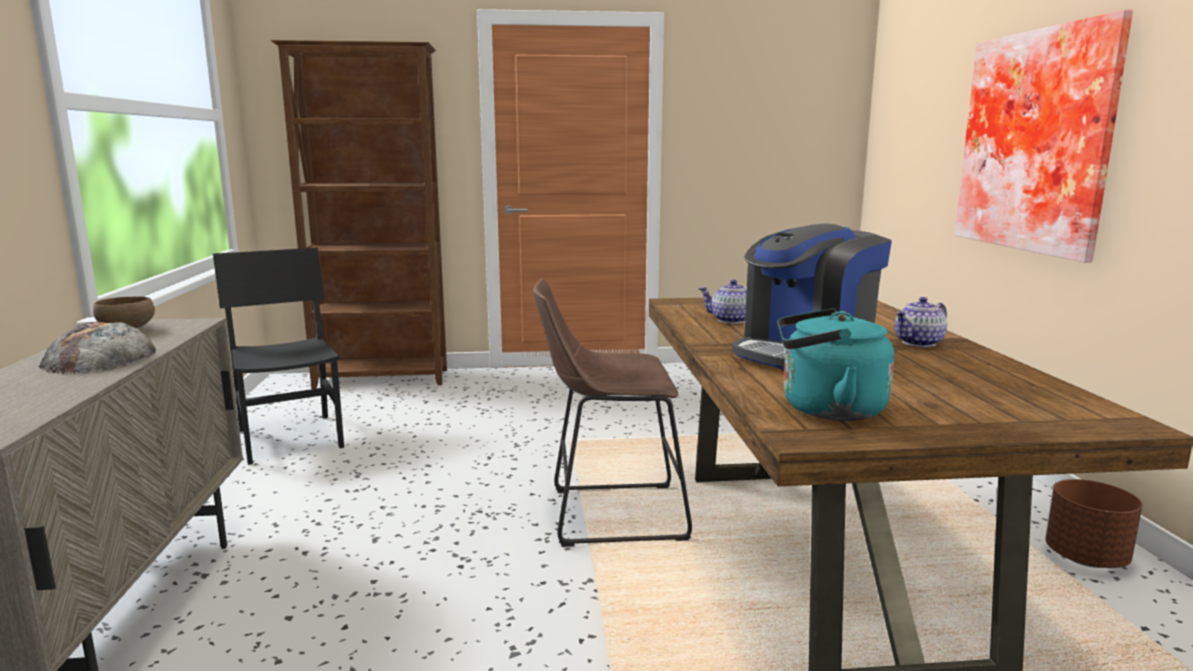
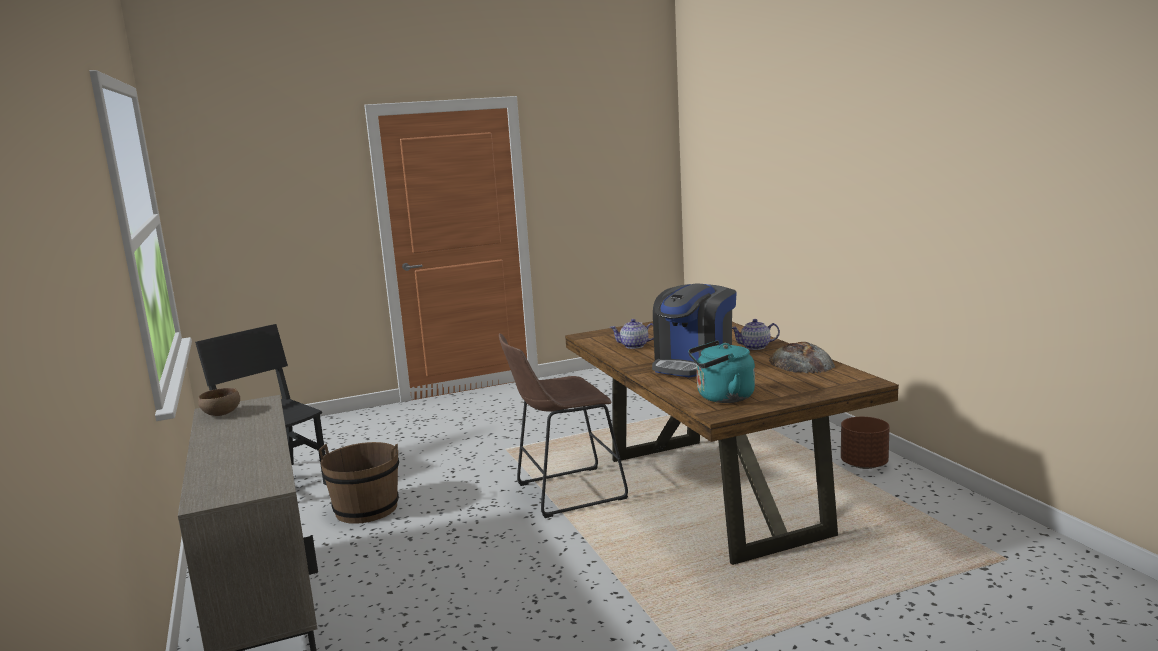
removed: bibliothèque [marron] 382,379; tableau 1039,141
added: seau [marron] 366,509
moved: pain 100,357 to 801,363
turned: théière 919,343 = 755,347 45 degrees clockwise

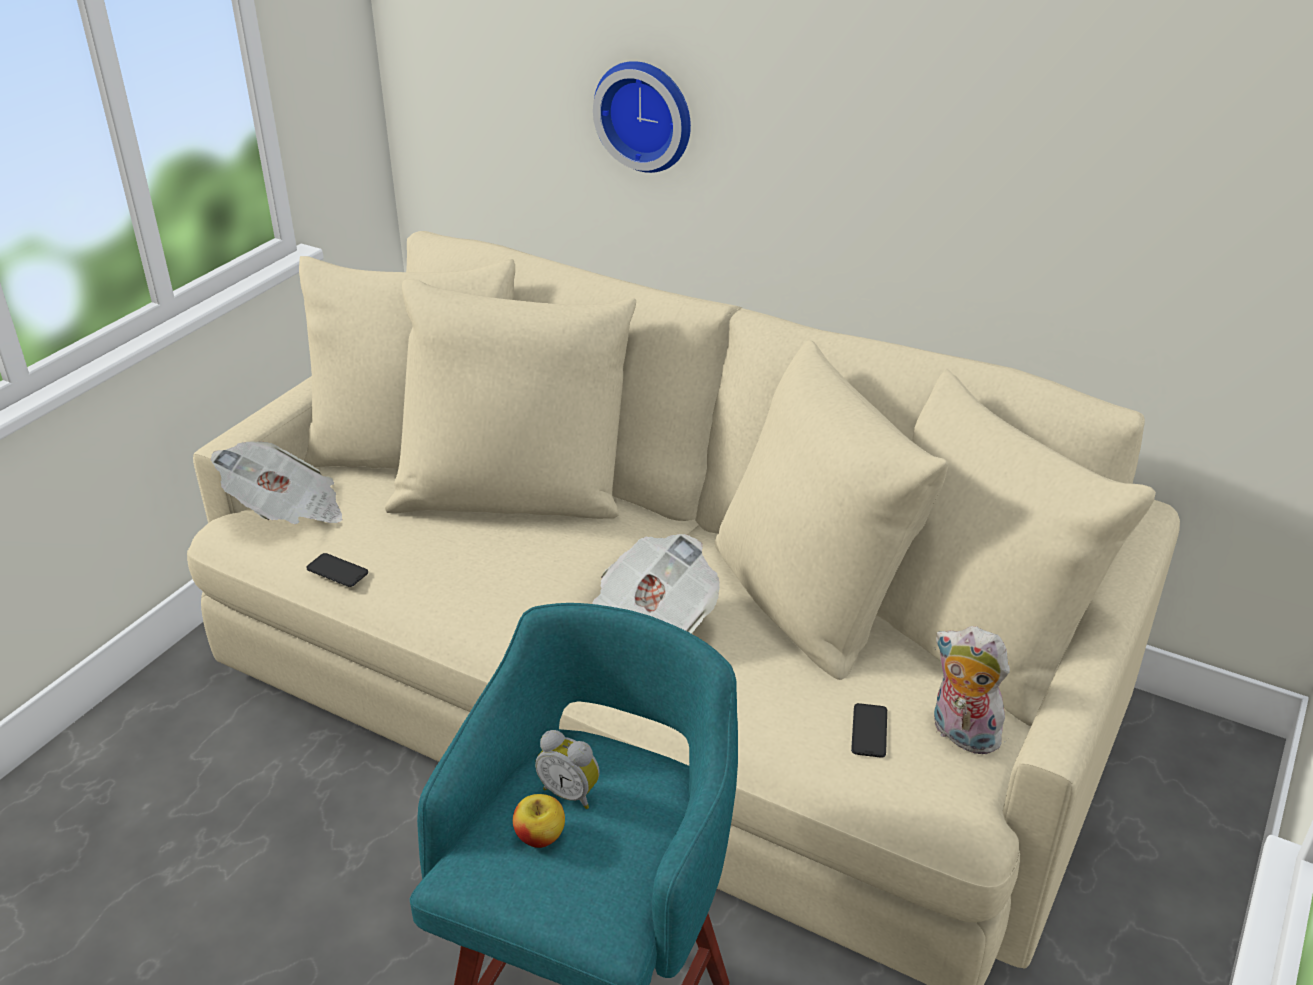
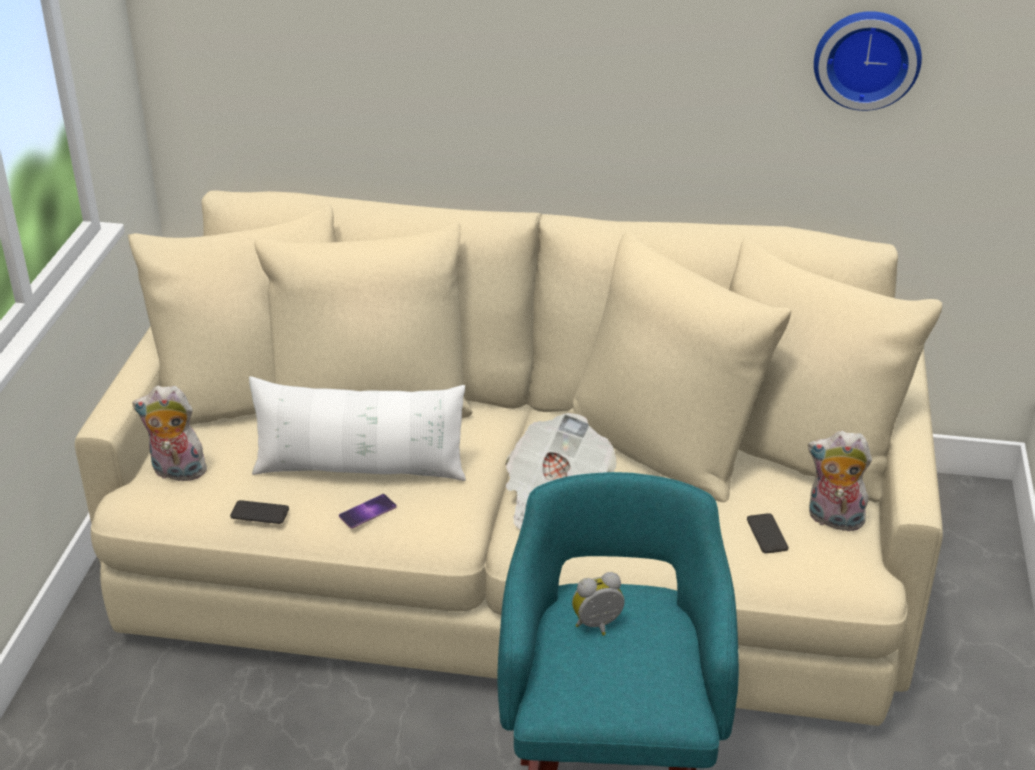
removed: pomme 540,836
added: coussin [blanc] 360,468; téléphone 367,511
moved: horloge murale 646,114 to 866,57
replaced: journal 286,511 to peluche 176,472
turned: réveil 571,792 = 598,626 150 degrees clockwise

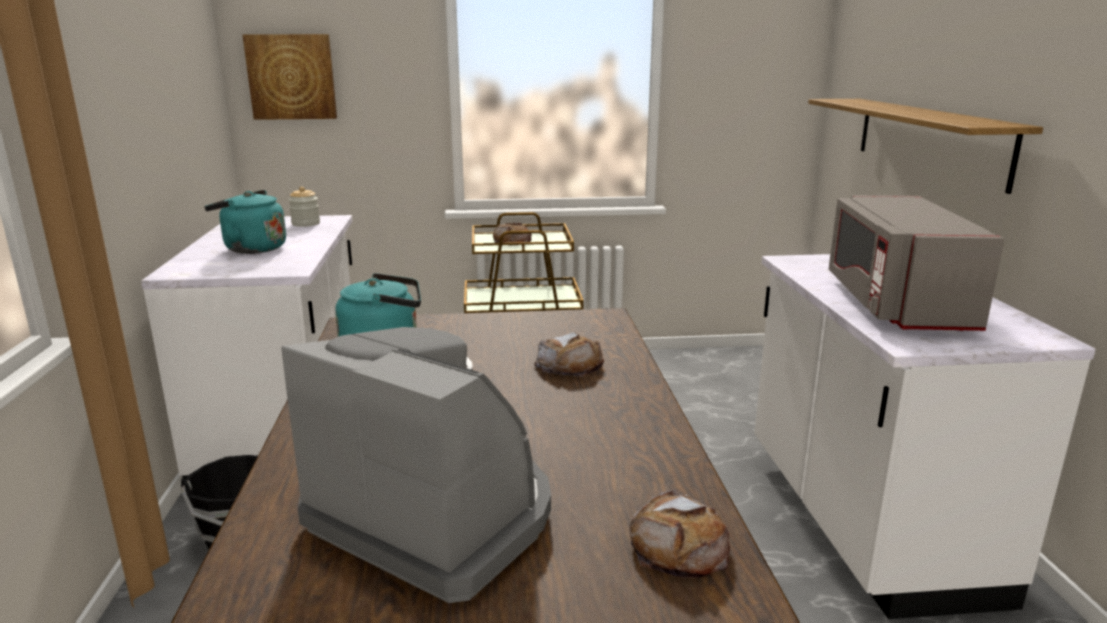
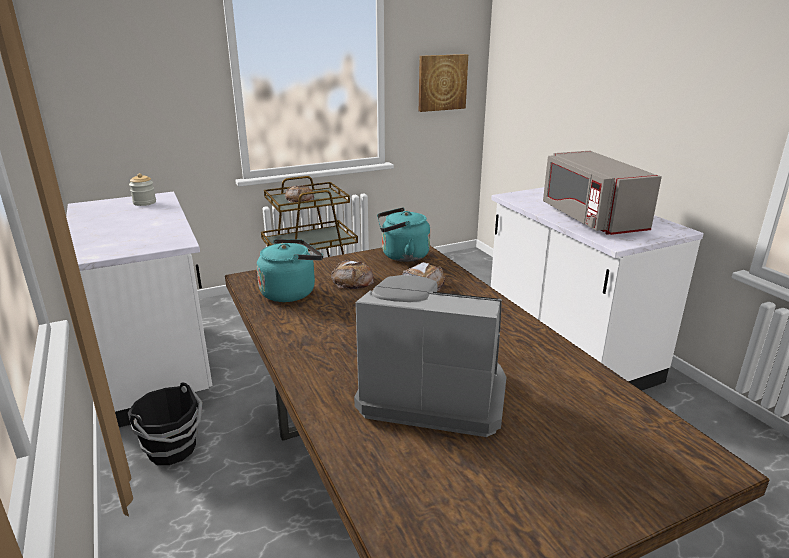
removed: étagère 929,139
moved: bouilloire [turquoise] 251,249 to 402,256; tableau 291,77 to 442,82; pain 679,546 to 352,280

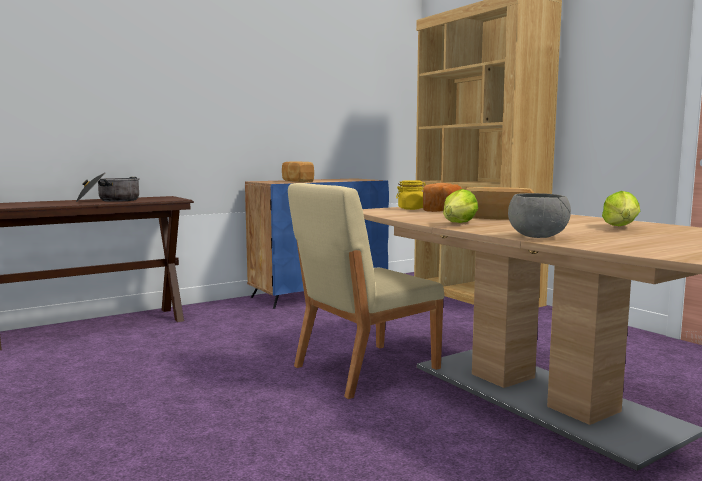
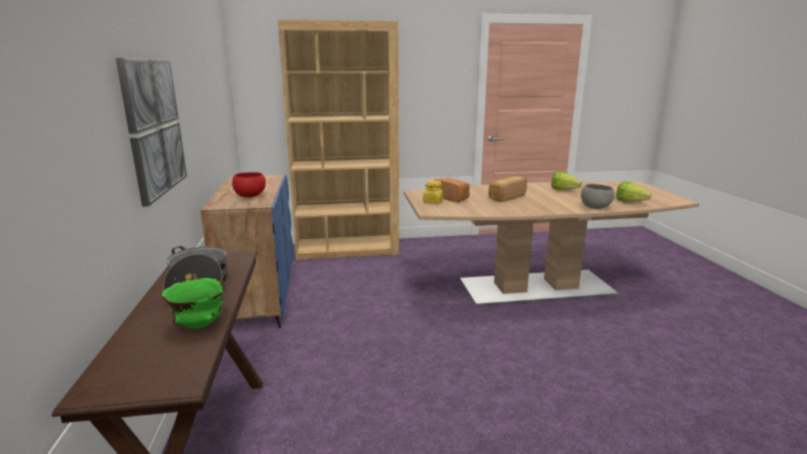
removed: chaise [beige] 363,369
added: tableau 154,127; bol [vert] 200,325
moved: laitue 455,224 to 632,203
replaced: pain 296,181 to bol [rouge] 250,196

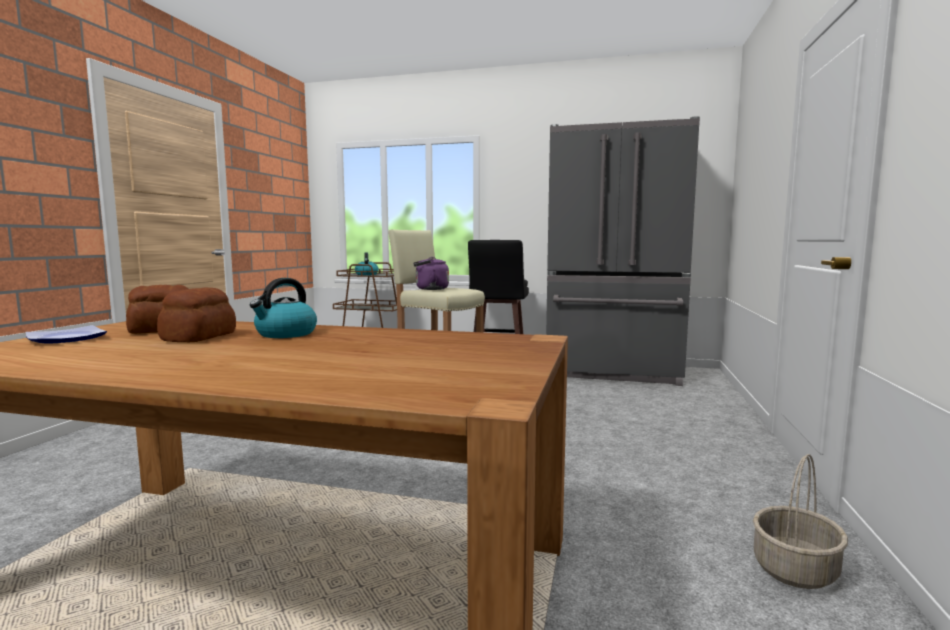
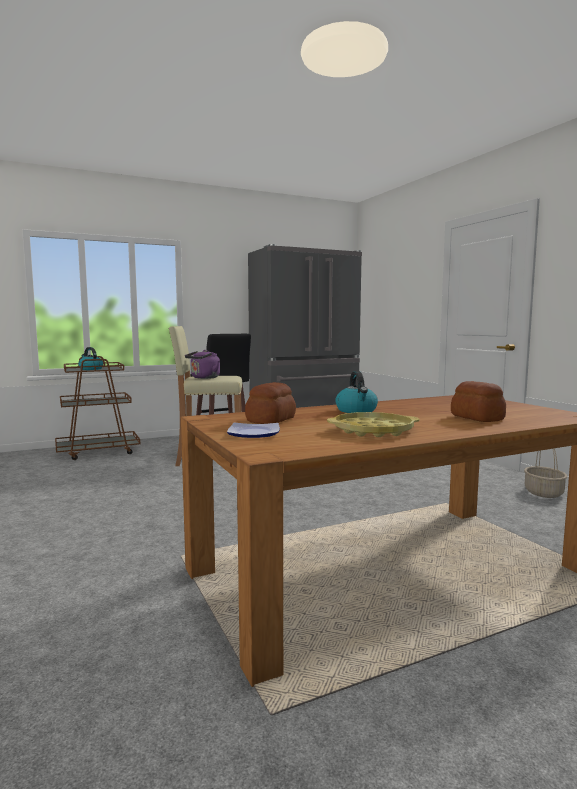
added: plateau [jaune] 373,431
moved: pain 200,337 to 477,418

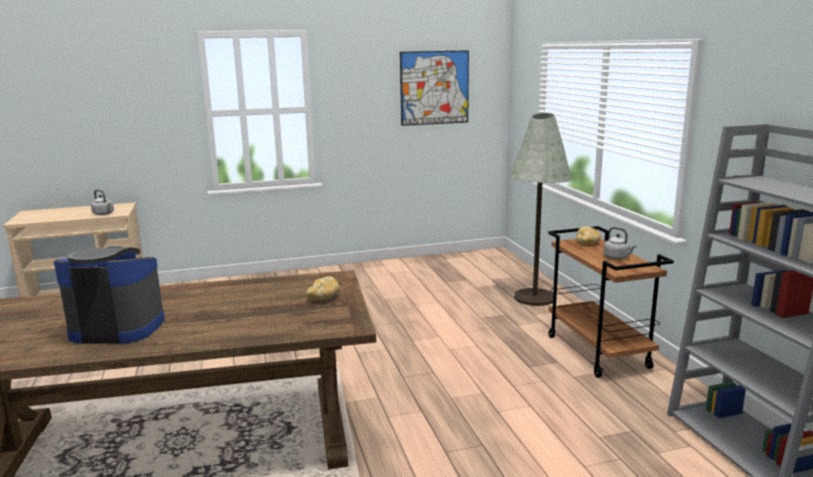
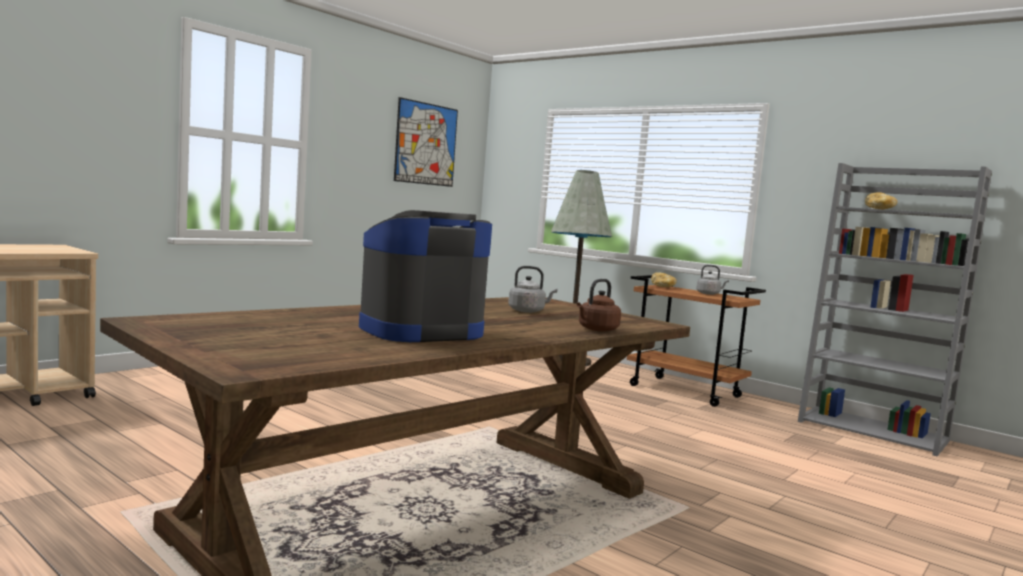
added: bouilloire [marron] 596,329
moved: bouilloire [gris] 104,214 to 528,311; pain 324,297 to 879,209

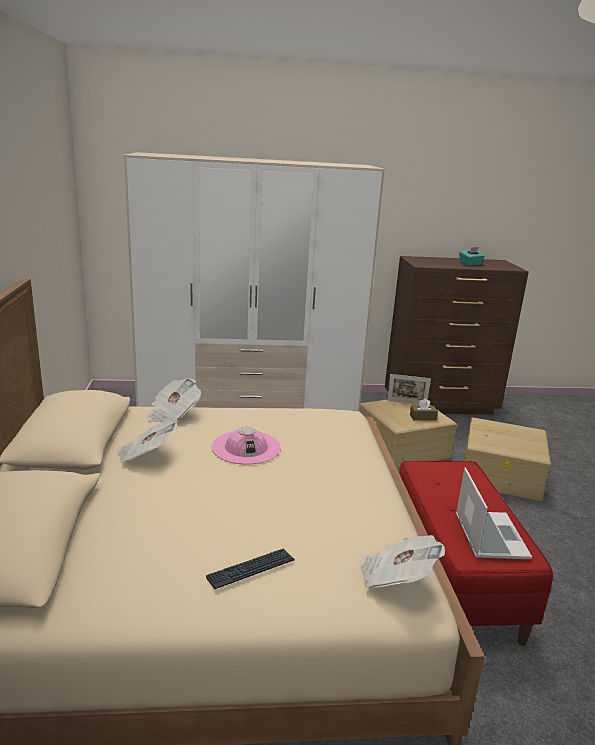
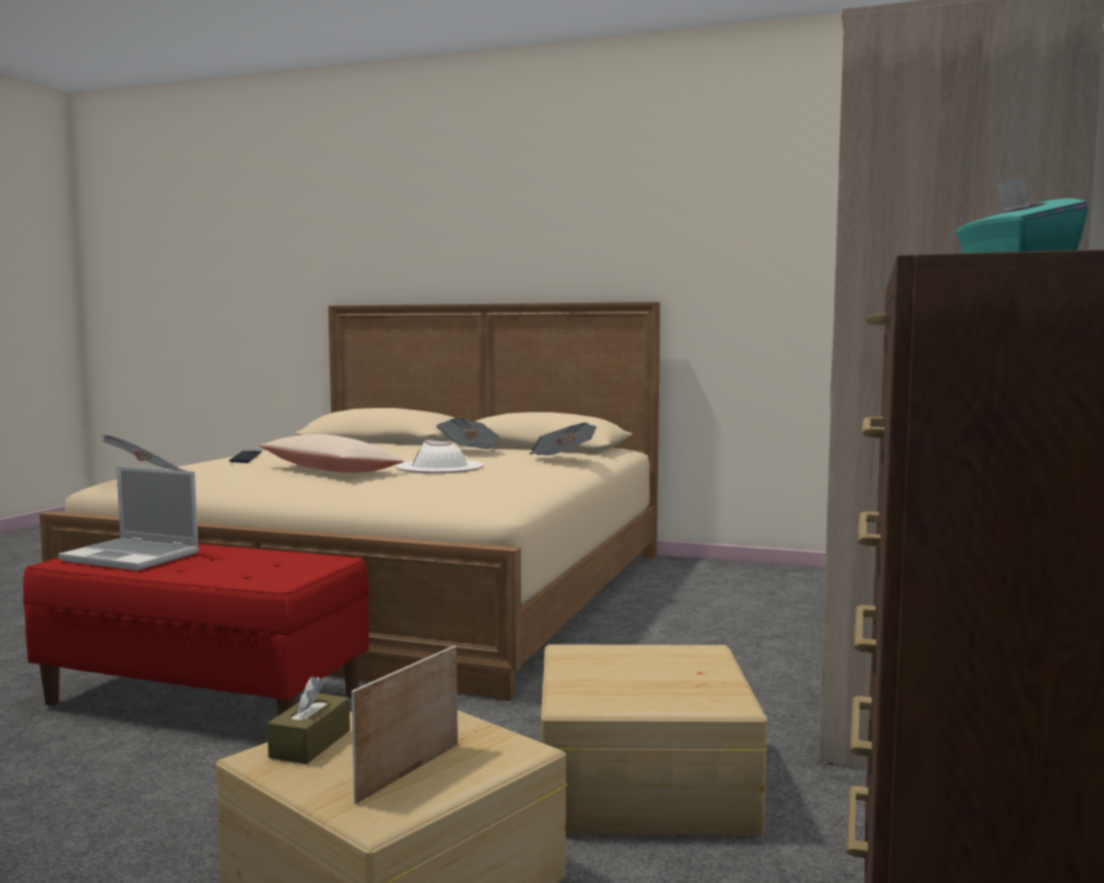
added: coussin [beige] 330,471
moved: cadre photo 407,402 to 409,772; boîte à mouchoirs [marron] 423,417 to 310,744
recoloured: chapeau [rose] 246,447 to chapeau [blanc] 440,467

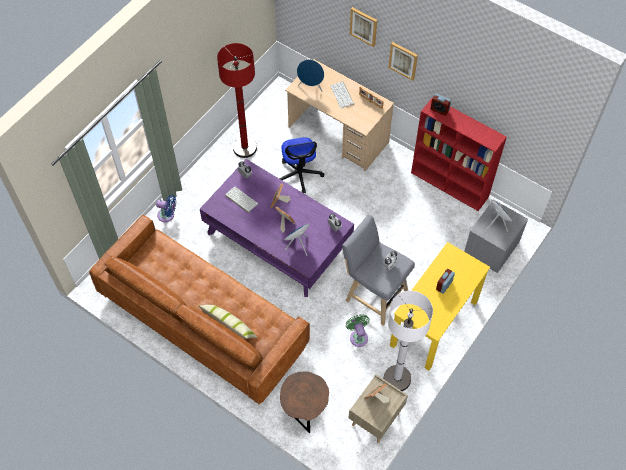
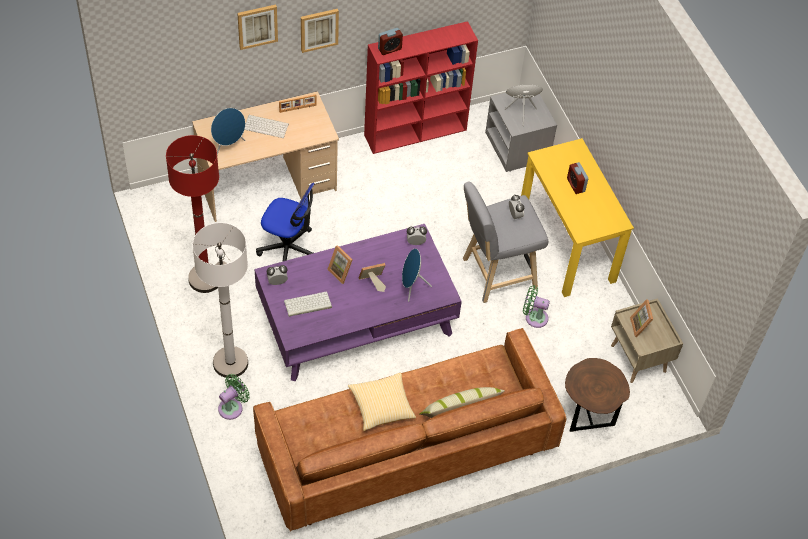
added: coussin 381,407
moved: lampadaire [blanc] 397,378 to 230,363
recoloured: ventilateur [bleu] 167,215 to ventilateur [vert] 232,407

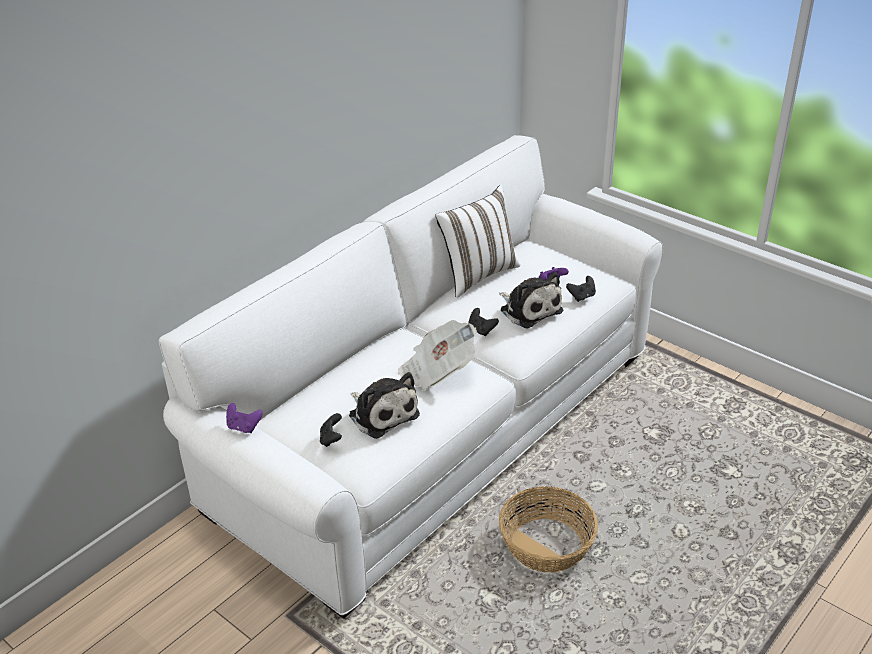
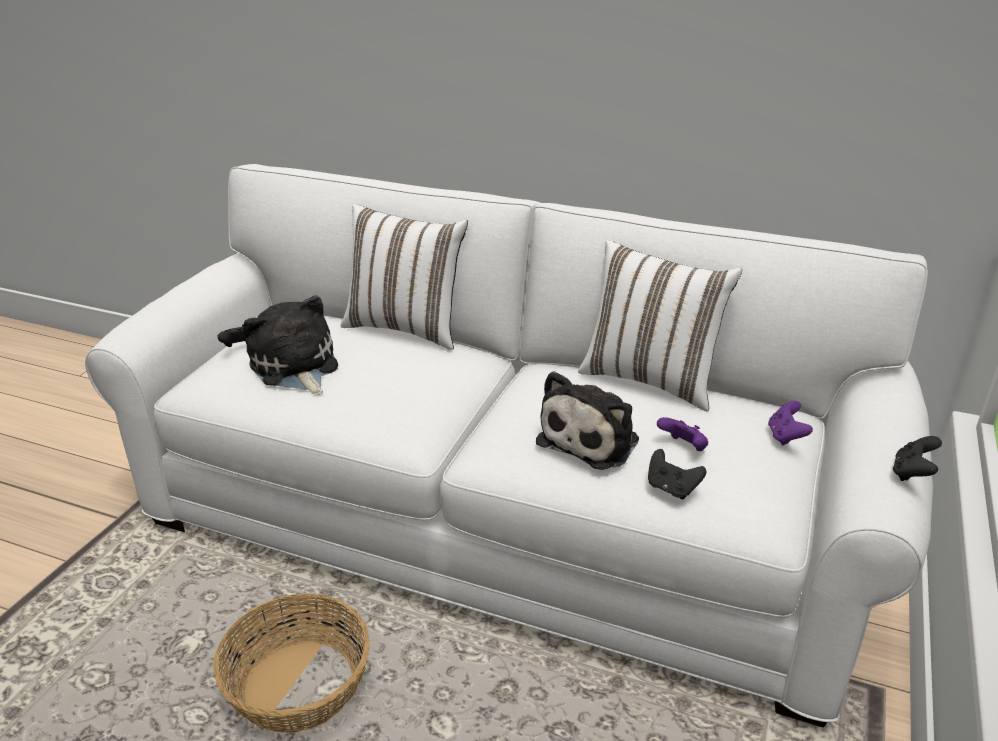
removed: journal 437,371
added: coussin [blanc] 406,328
moved: manette [violet] 244,427 to 785,436; manette [noir] 481,330 to 912,473
turned: peluche 382,413 = 295,367 120 degrees clockwise

